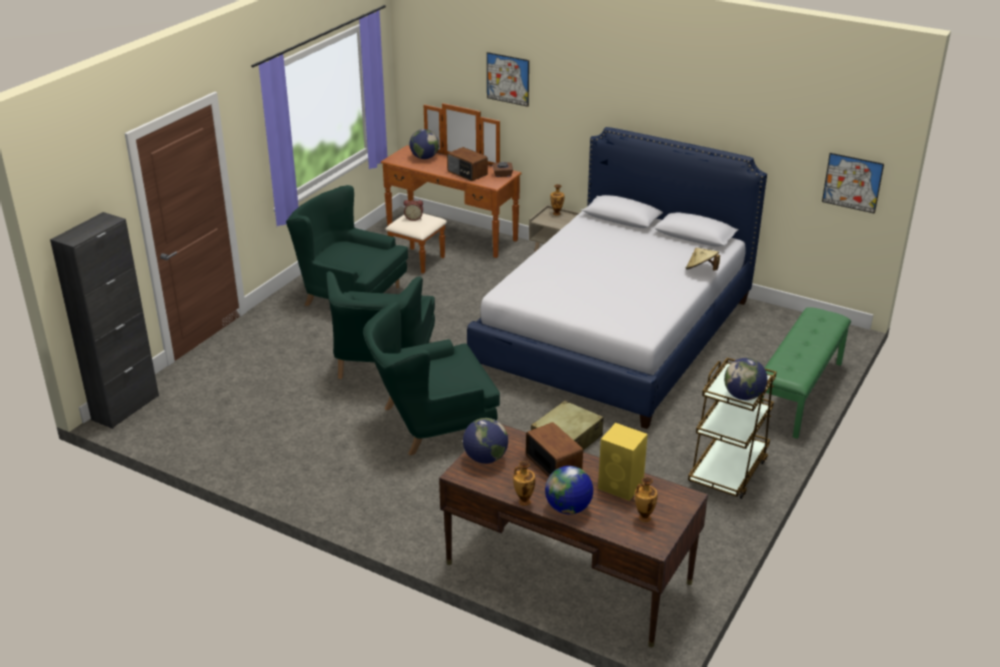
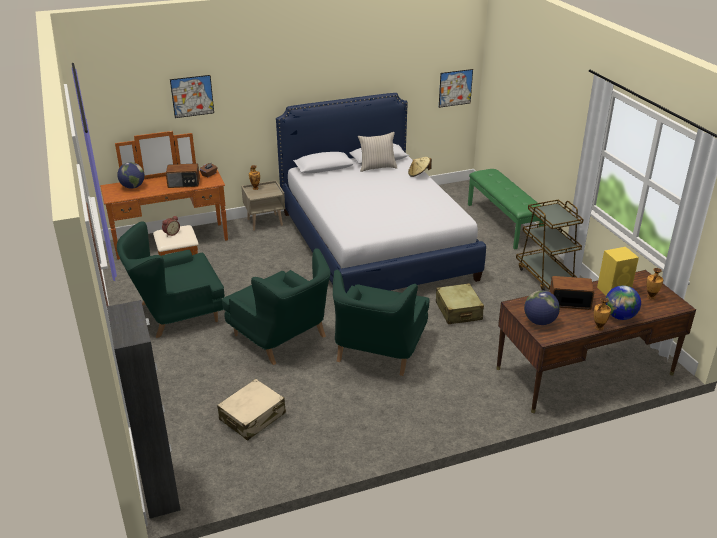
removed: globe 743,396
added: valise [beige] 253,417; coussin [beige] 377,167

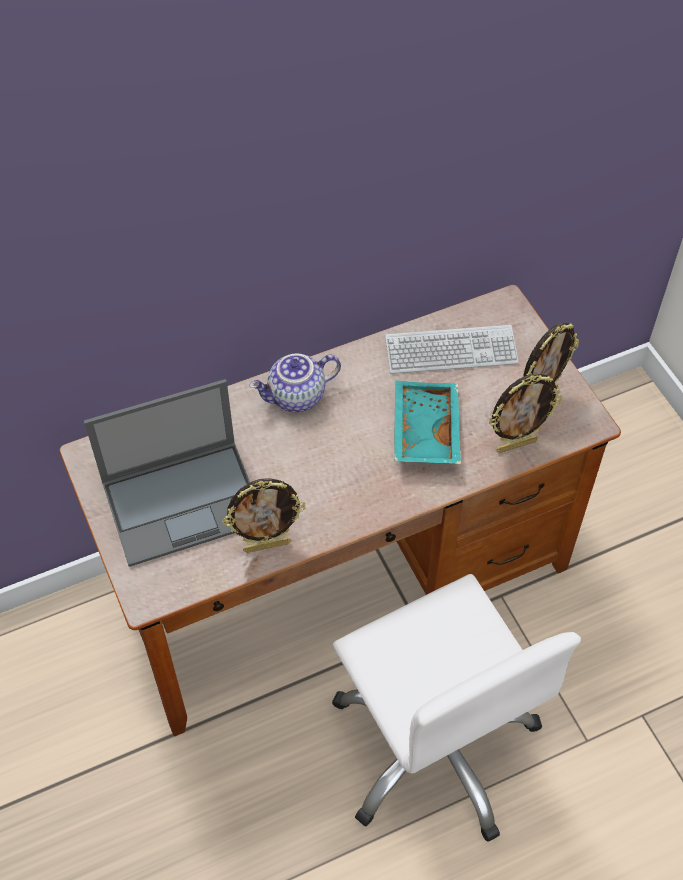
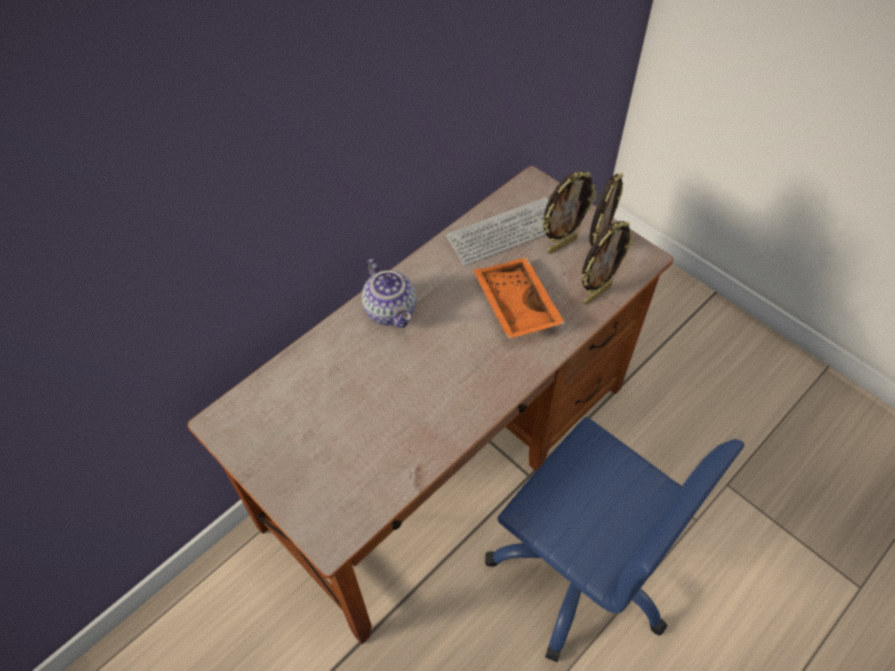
removed: ordinateur portable 184,501
moved: cadre photo 267,545 to 561,245
recoloured: chaise de bureau [blanc] 435,744 to chaise de bureau [bleu] 581,567; plateau [turquoise] 423,430 to plateau [orange] 514,306
turned: théière 296,397 = 392,310 75 degrees counterclockwise

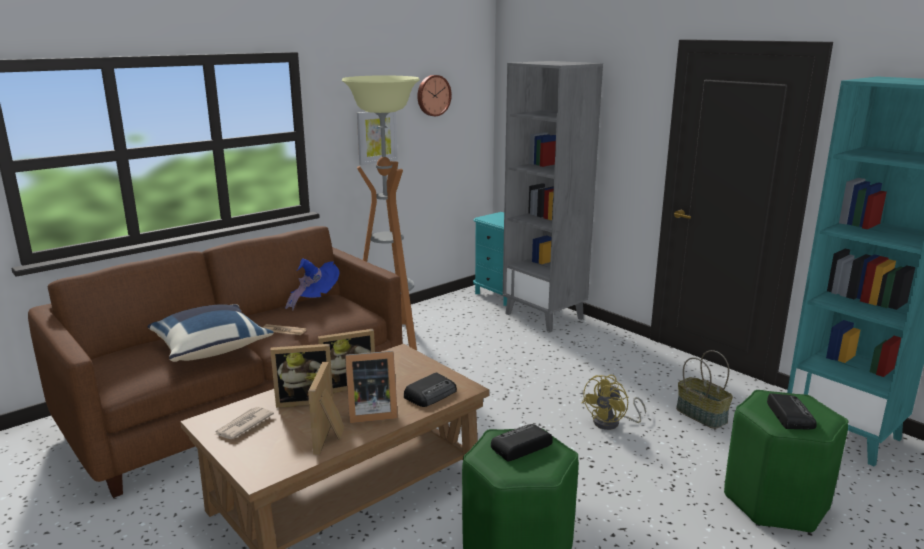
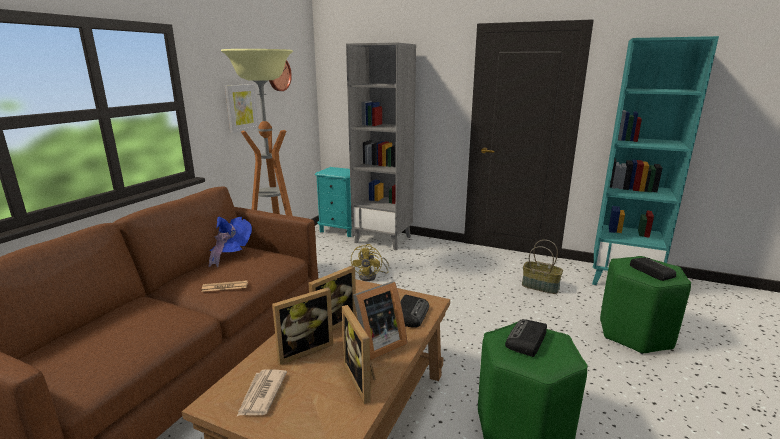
removed: coussin [bleu] 211,348
moved: ventilateur [jaune] 612,423 to 371,276

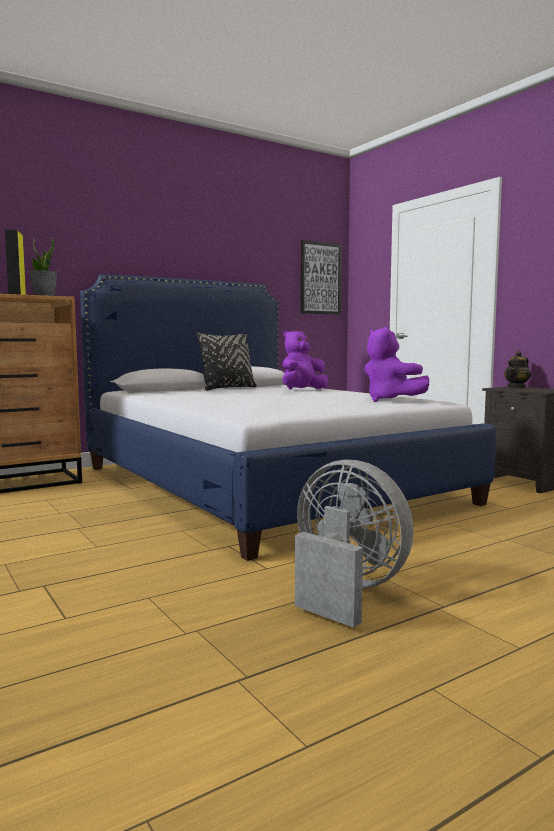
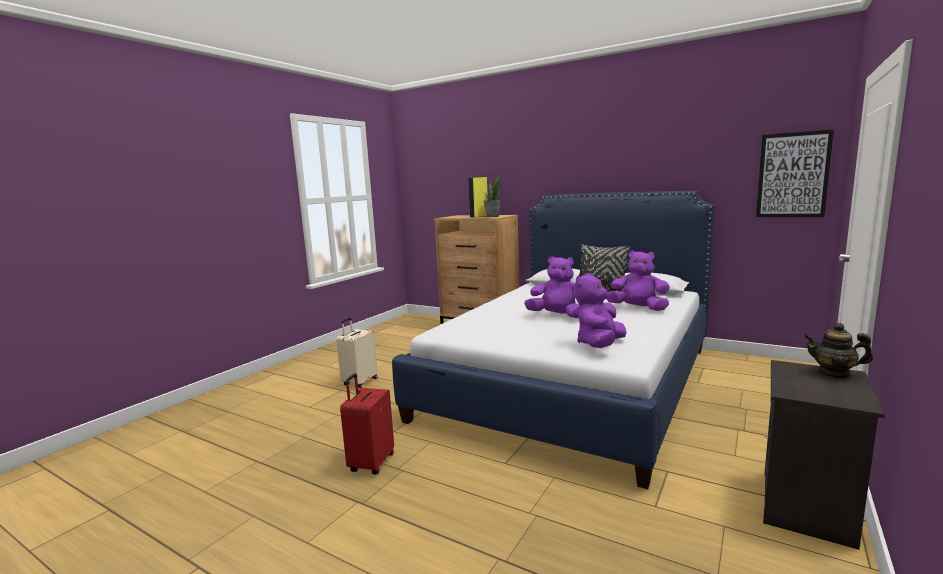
added: valise [beige] 359,382; peluche [violet] 558,316
replaced: ventilateur [gris] 345,591 to valise [rouge] 371,463

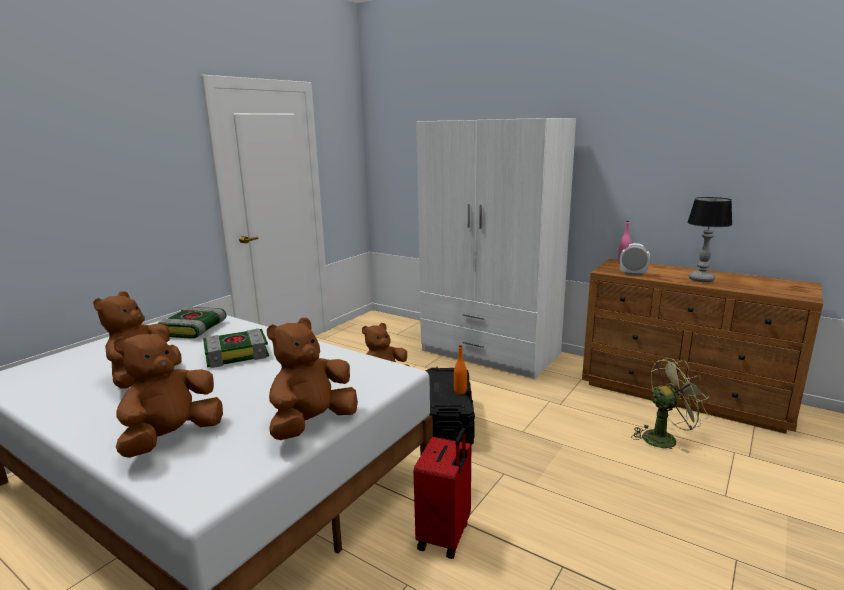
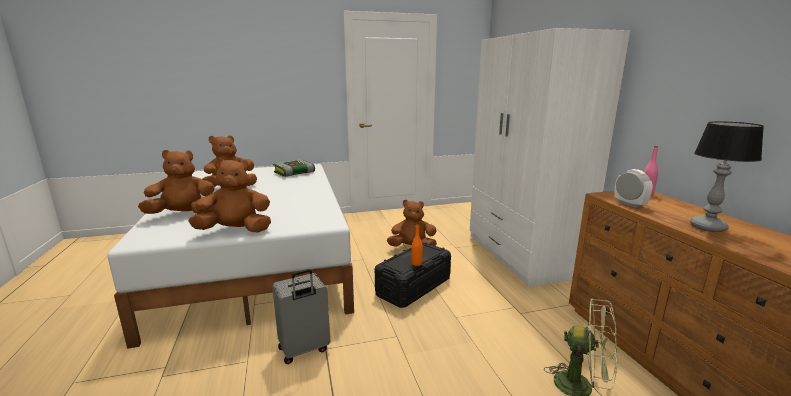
removed: livre 237,354
recoloured: valise [rouge] 445,536 to valise [gris] 304,350

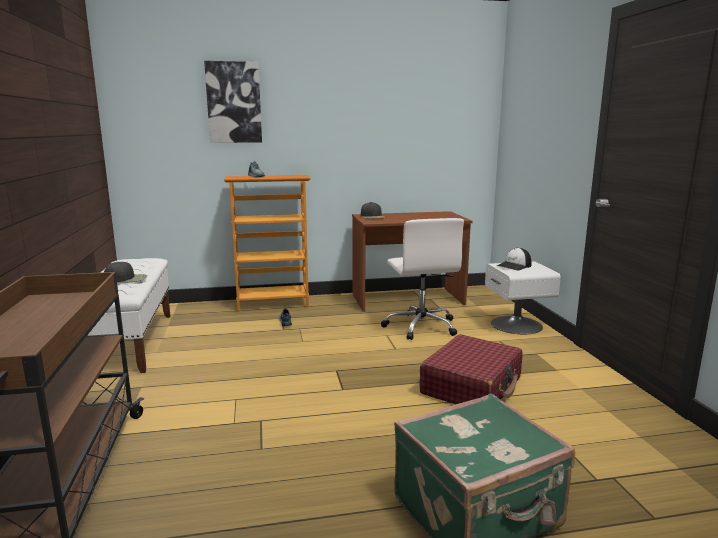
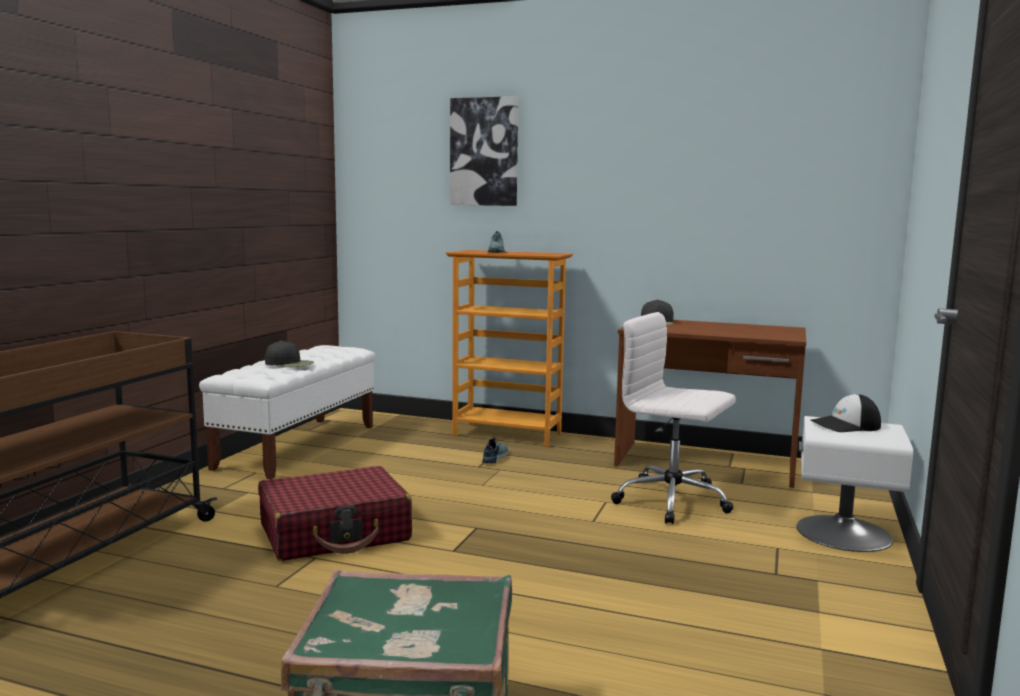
moved: valise [rouge] 472,386 to 335,533
turned: chaise de bureau [blanc] 421,326 = 674,501 105 degrees clockwise

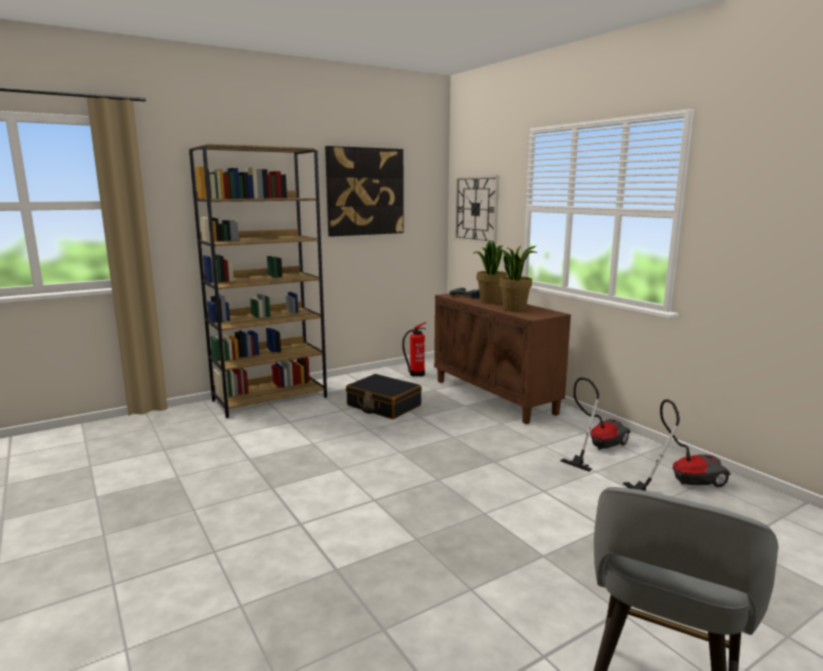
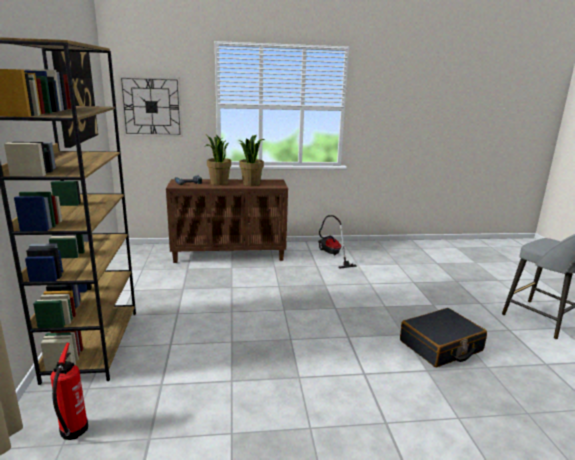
removed: aspirateur 681,482
moved: valise [noir] 383,406 to 441,346; extincteur 415,374 to 72,432

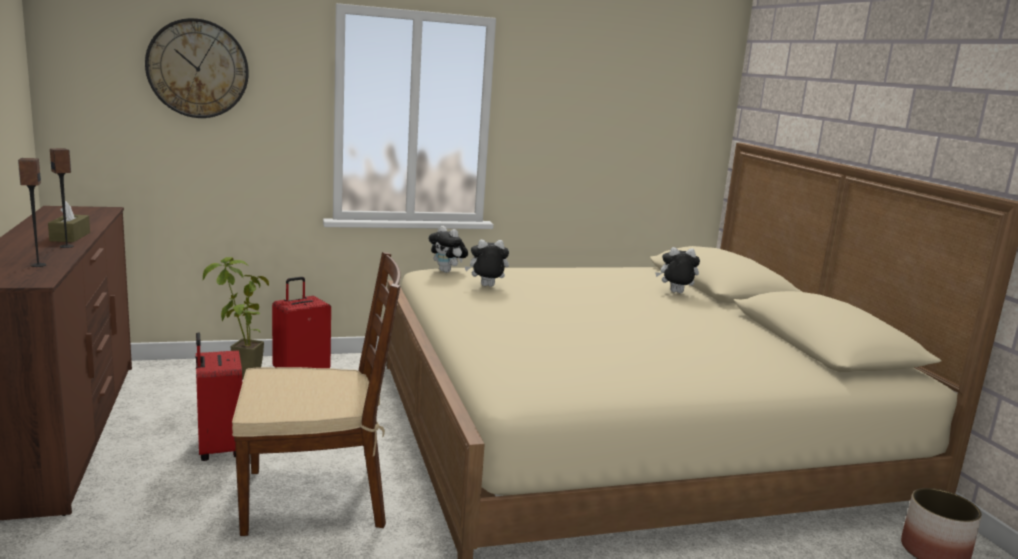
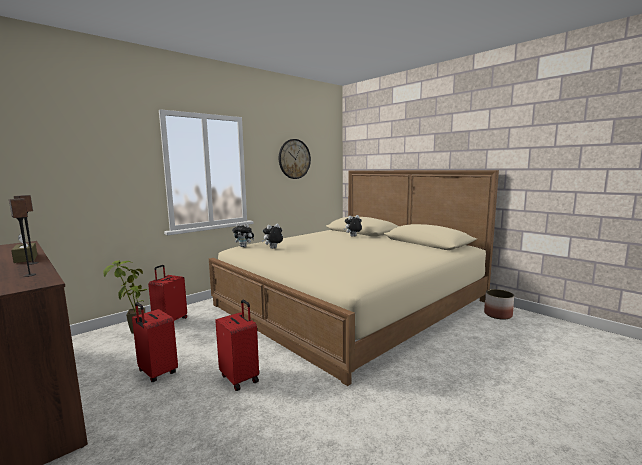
moved: horloge murale 198,68 to 294,159
replaced: chaise [marron] 317,497 to valise [rouge] 240,378

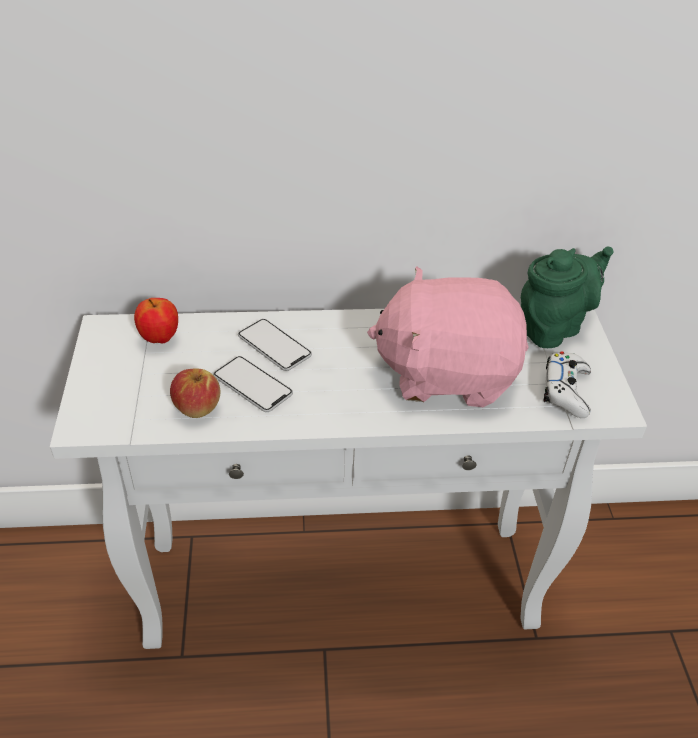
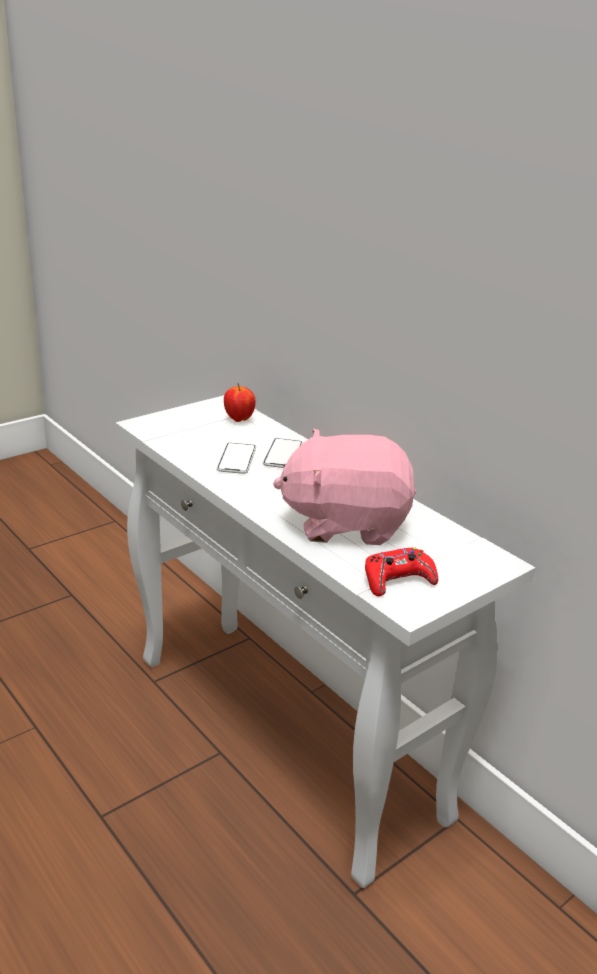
removed: pomme 197,407; théière [vert] 553,327
recoloured: manette [blanc] 566,391 to manette [rouge] 397,580
turned: peluche [rose] 446,372 = 345,523 60 degrees counterclockwise

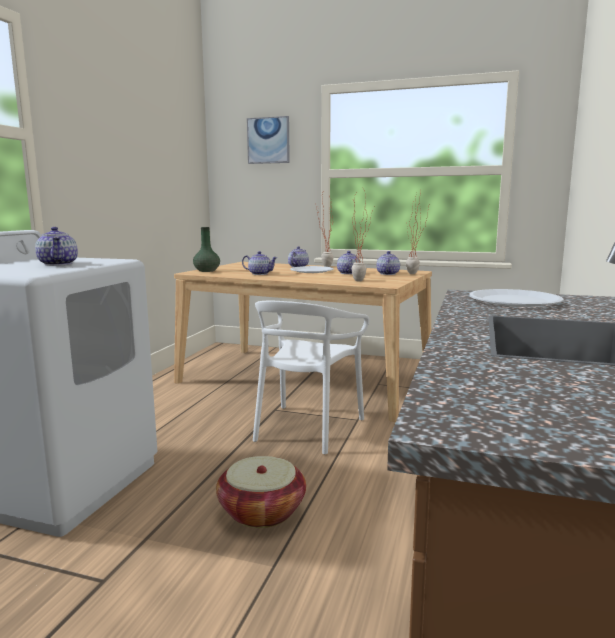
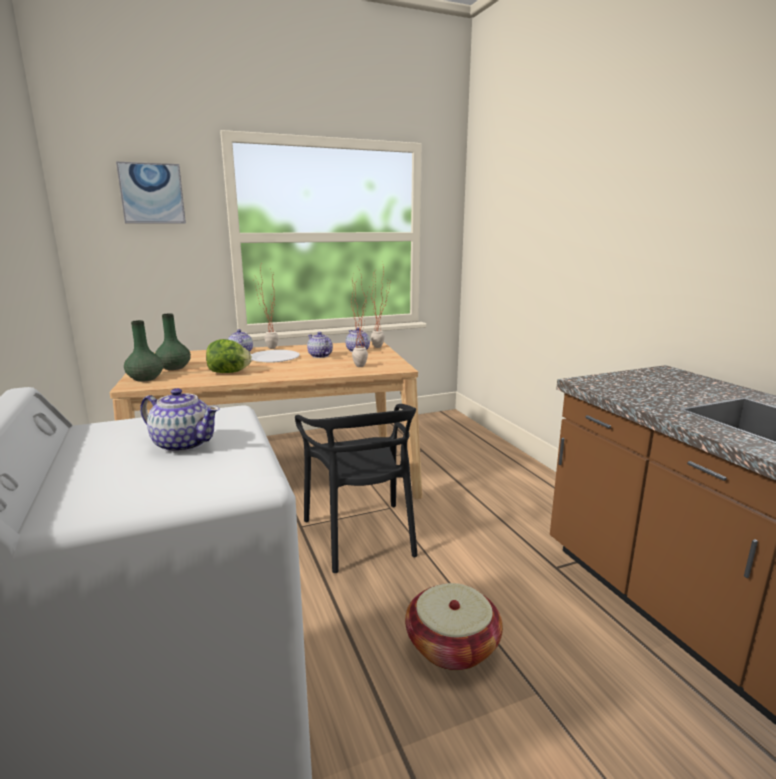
removed: assiette [blanc] 514,301
added: vase [vert] 174,367
replaced: théière 259,274 to laitue 229,372
recoloured: chaise [blanc] 307,428 to chaise [noir] 361,535

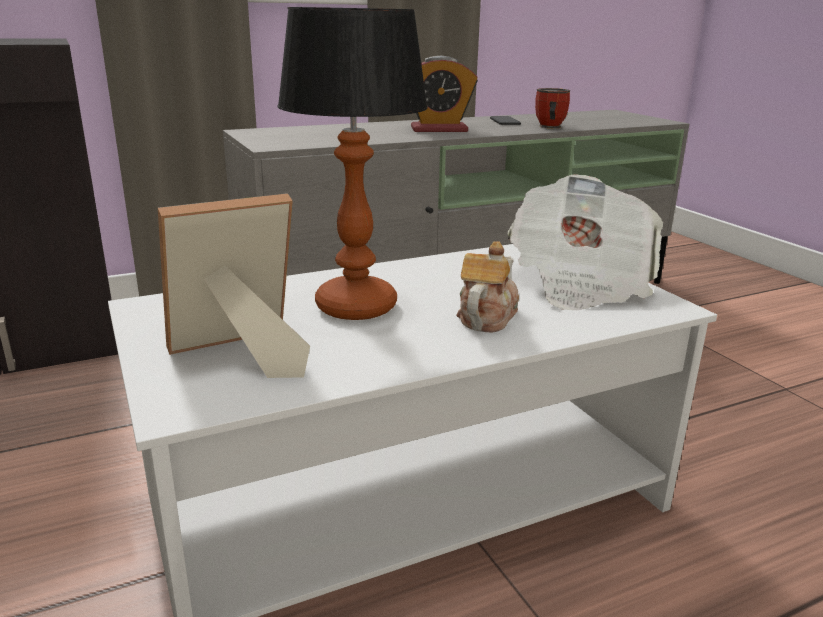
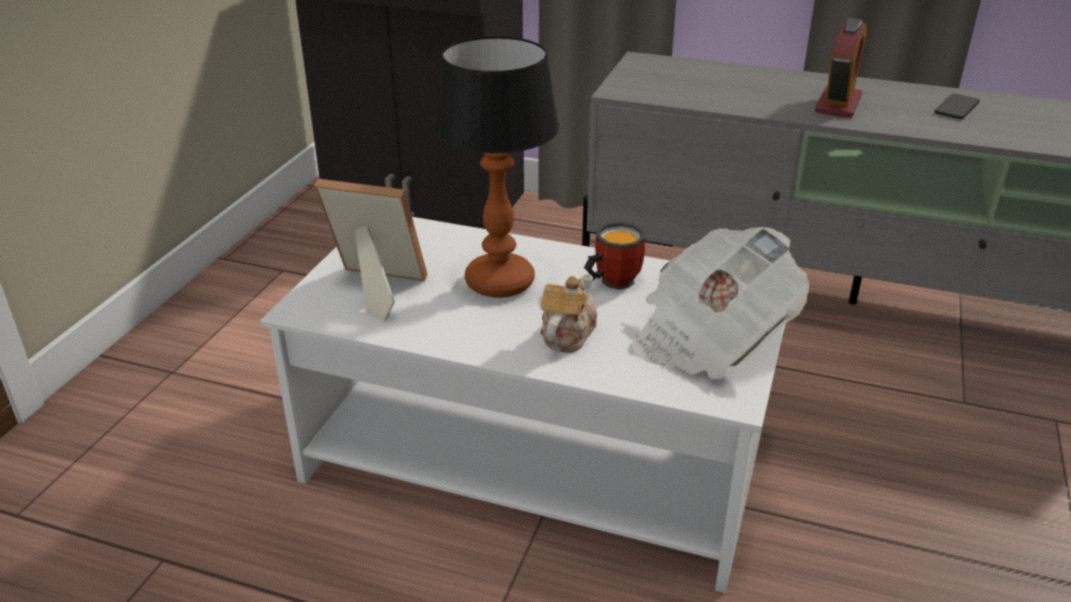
moved: mug 548,127 to 610,281
turned: réveil 439,129 = 838,104 105 degrees counterclockwise; théière 486,317 = 567,334 45 degrees counterclockwise

